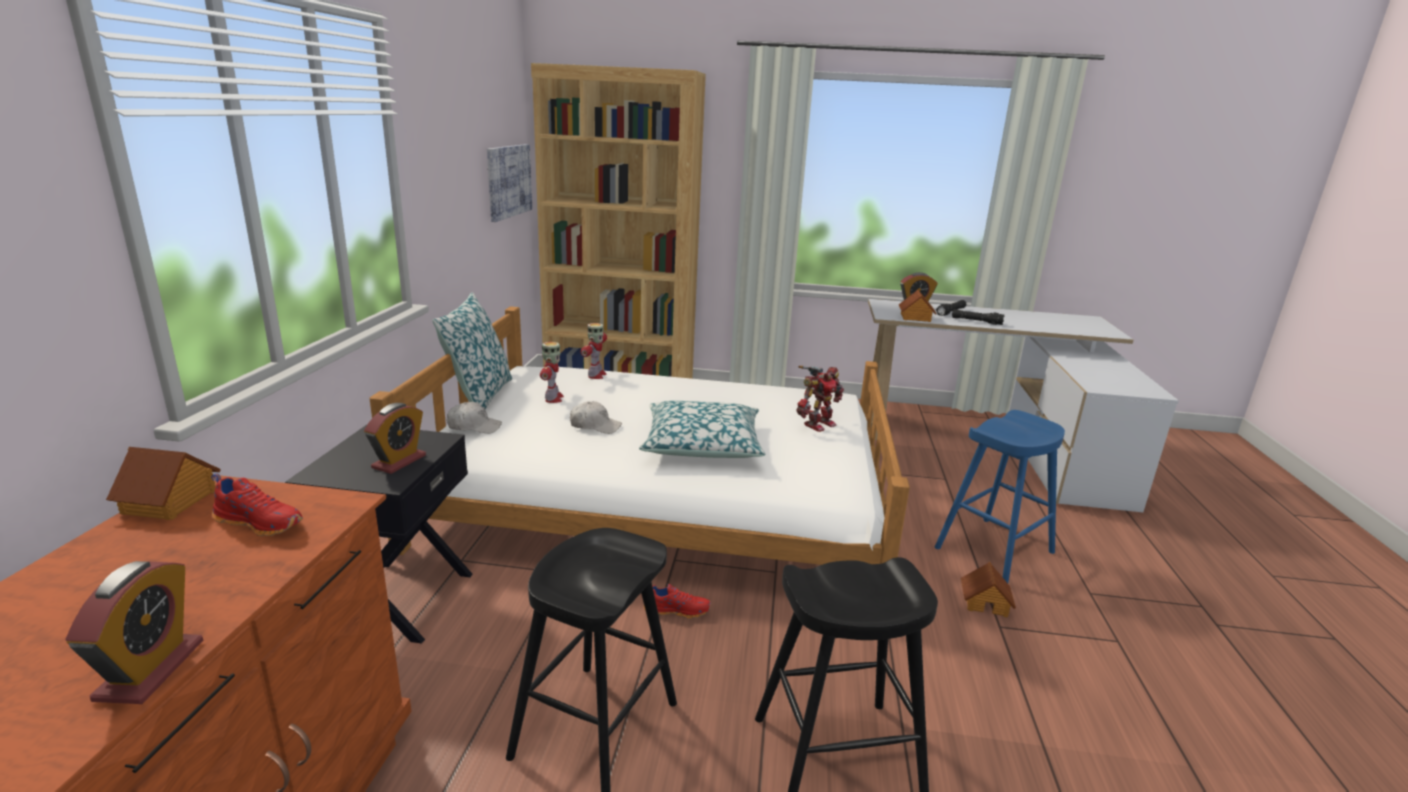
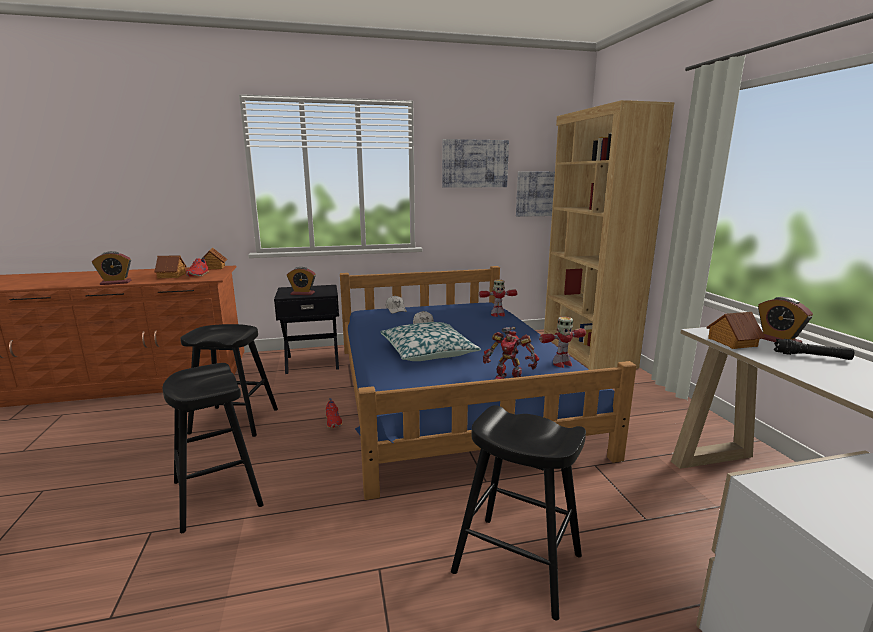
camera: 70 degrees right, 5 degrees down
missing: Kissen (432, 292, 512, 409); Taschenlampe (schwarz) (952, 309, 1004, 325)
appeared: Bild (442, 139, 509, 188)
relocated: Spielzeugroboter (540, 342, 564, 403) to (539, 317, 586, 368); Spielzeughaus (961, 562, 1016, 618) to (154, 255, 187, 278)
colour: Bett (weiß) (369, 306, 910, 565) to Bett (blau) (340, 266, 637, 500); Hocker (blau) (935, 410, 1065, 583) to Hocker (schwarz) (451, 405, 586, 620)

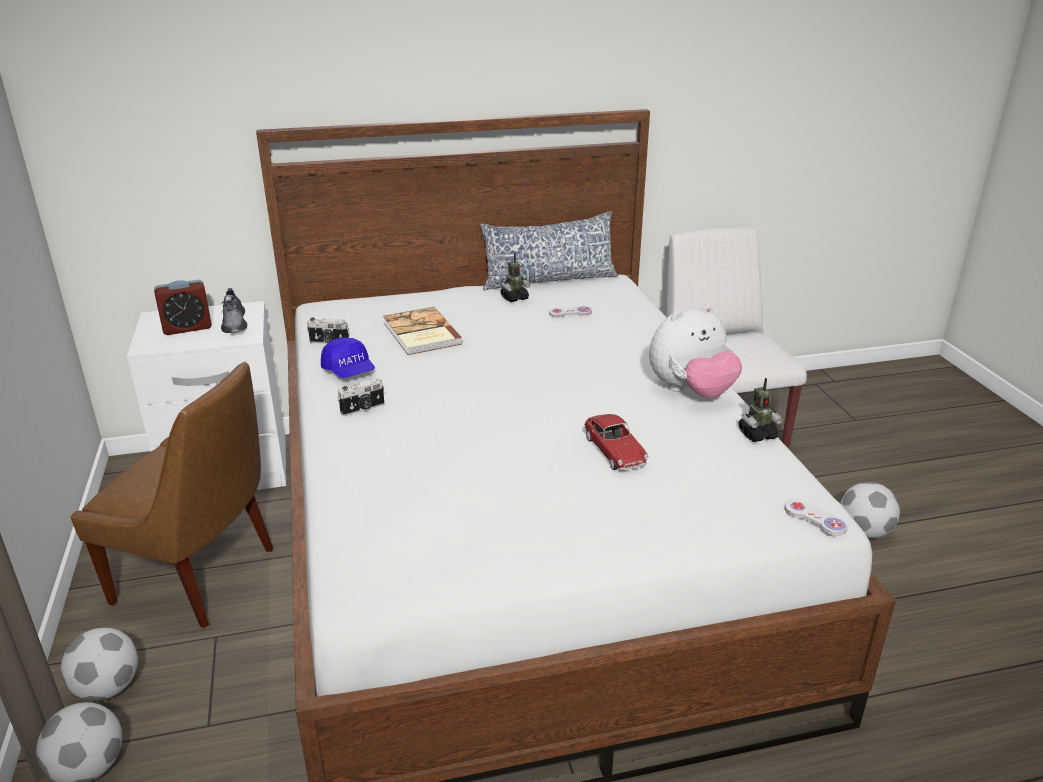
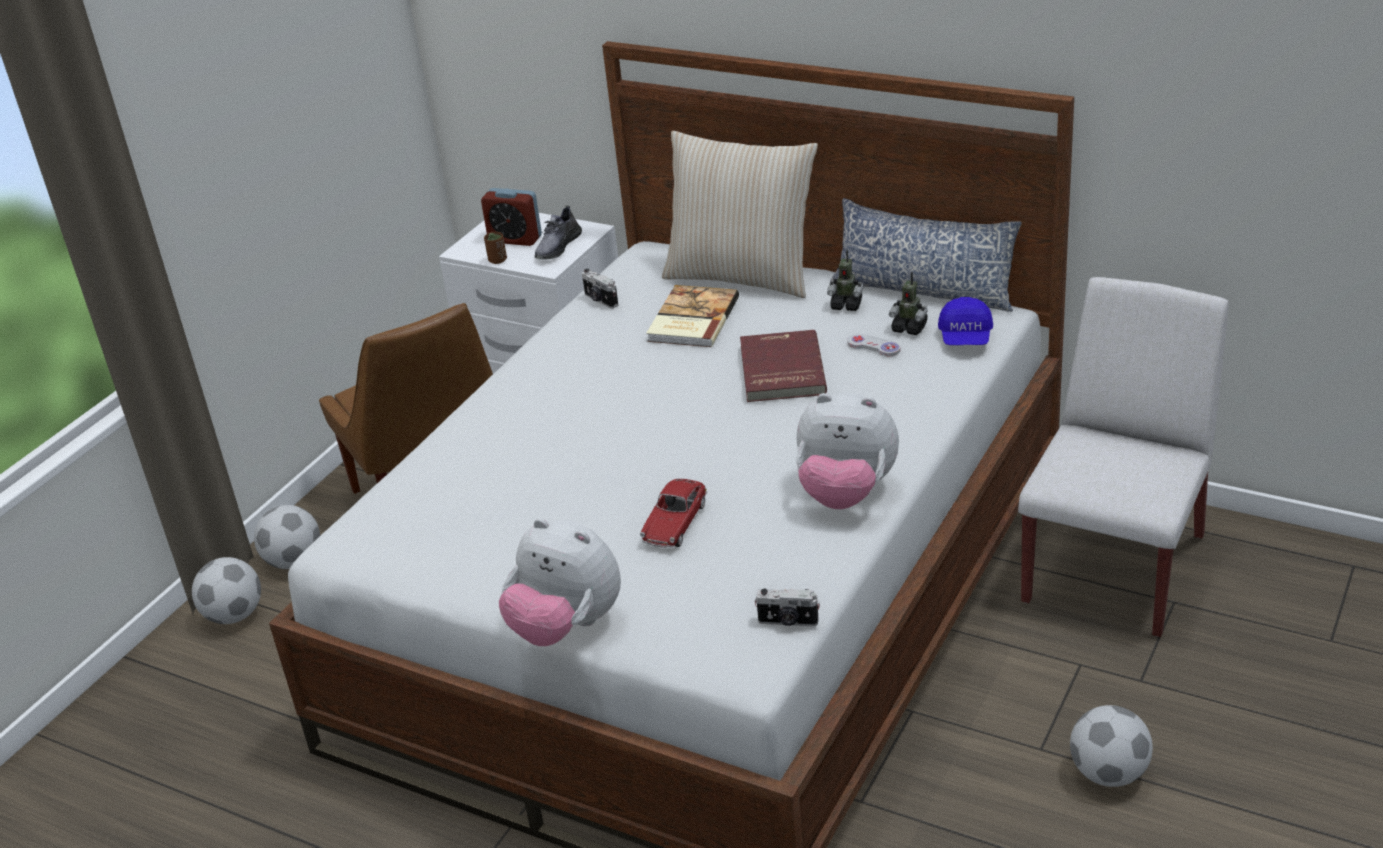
camera: 45 degrees right, 5 degrees up
missing: Gamepad (weiß) (785, 500, 847, 536)
appeared: Tasse (braun) (484, 232, 507, 264); Plüschtier (499, 518, 621, 646); Kissen (beige) (662, 131, 818, 298); Buch (rot) (740, 330, 827, 402)
relocated: Kappe (blau) (321, 337, 375, 378) to (938, 297, 993, 345); Kamera (337, 378, 384, 416) to (755, 589, 820, 627); Spielzeugroboter (739, 378, 783, 442) to (889, 272, 928, 335)

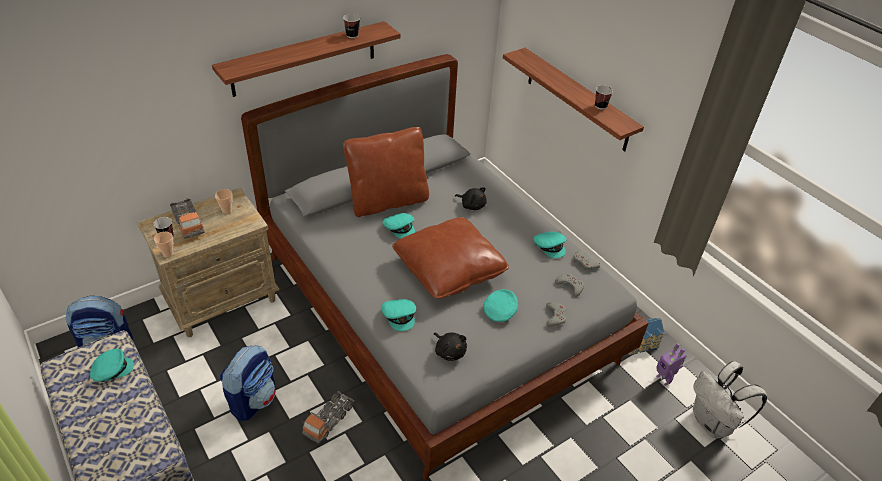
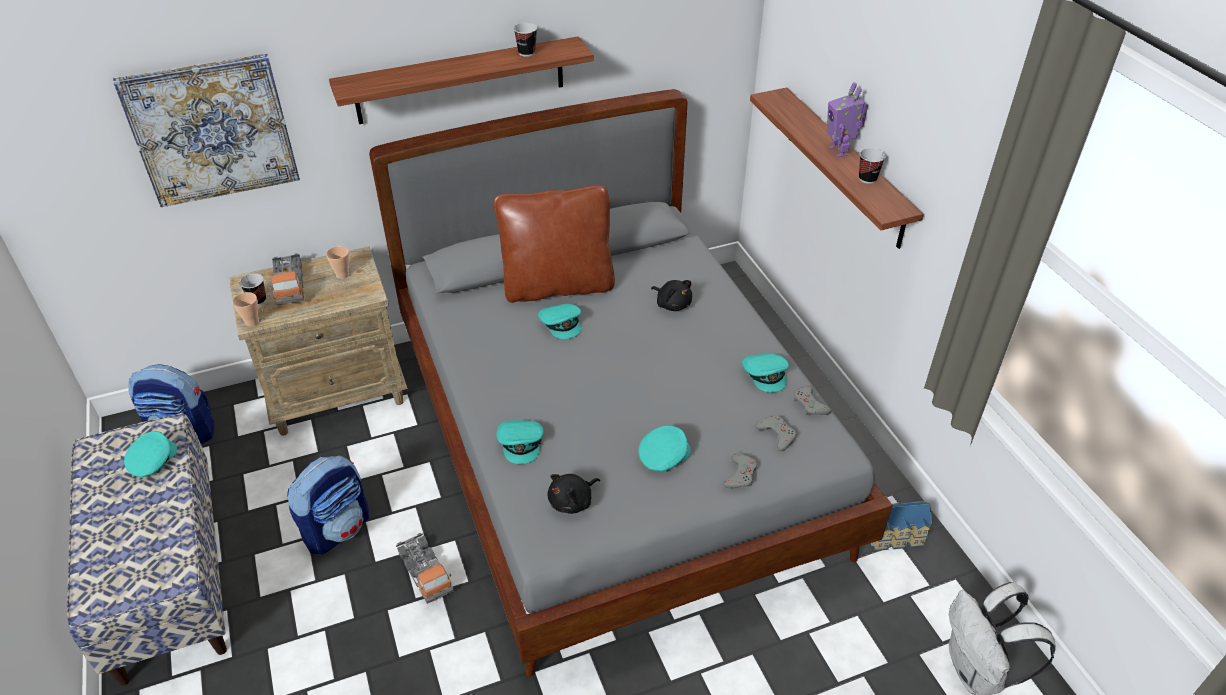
camera: 15 degrees right, 0 degrees up
missing: Kissen (braun) (392, 217, 509, 299)
appeared: Bild (113, 54, 300, 207)
relocated: Spielzeugroboter (656, 343, 687, 386) to (827, 82, 868, 158)
spun: Kappe (türkis) (90, 349, 134, 382) = (124, 431, 177, 477) 60 degrees counterclockwise; Spielzeuglaster (302, 391, 354, 444) = (396, 533, 454, 604) 75 degrees counterclockwise; Plüschtier (schwarz) (434, 332, 467, 361) = (547, 474, 600, 514) 75 degrees clockwise

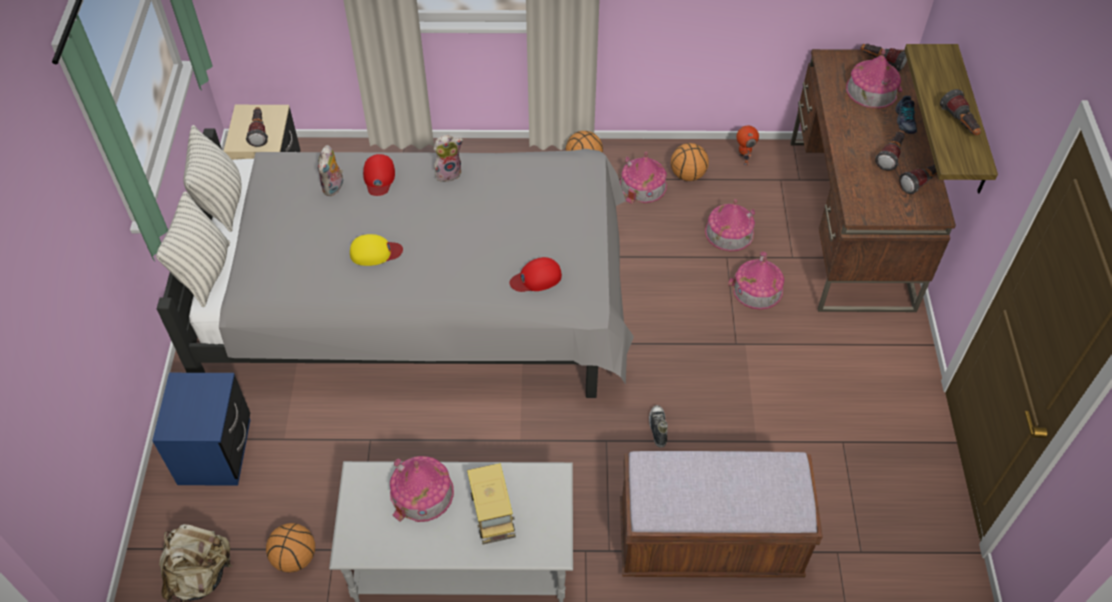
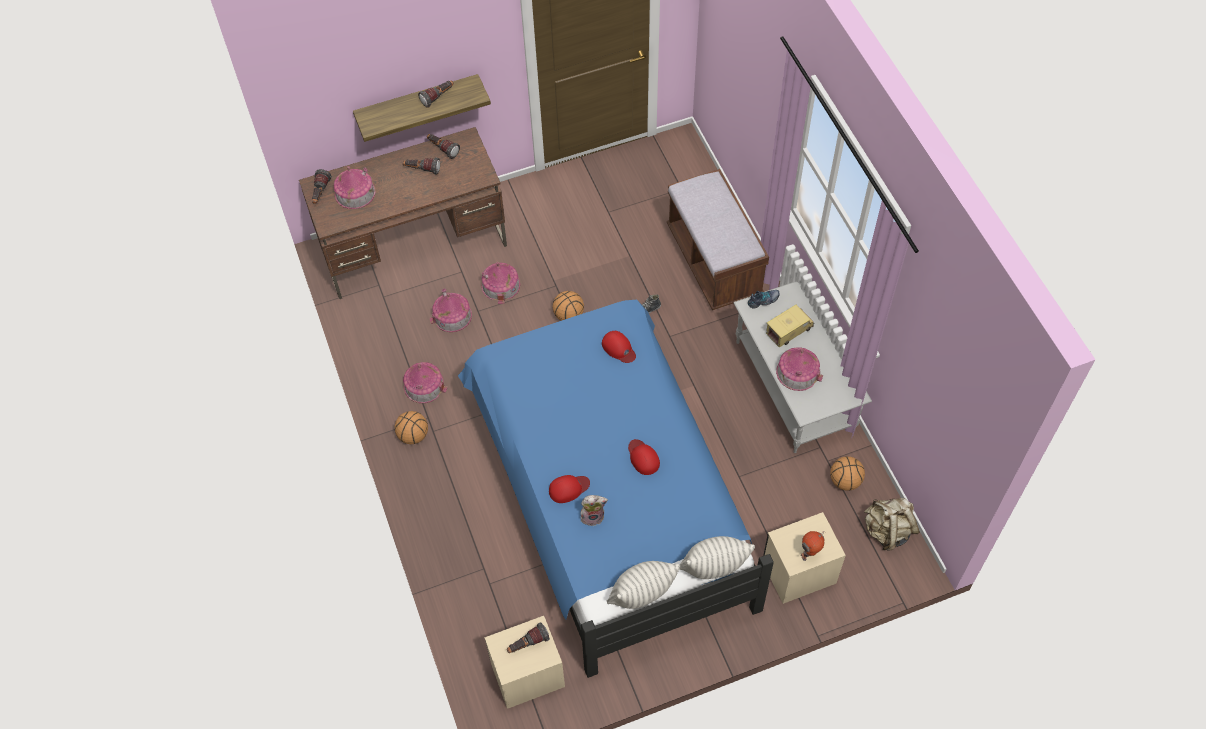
camera: 110 degrees left, 5 degrees up
missing: Plüschtier (433, 135, 463, 182)
relocated: Basketball (671, 143, 709, 181) to (553, 291, 584, 321); Spielzeugroboter (737, 126, 759, 165) to (801, 531, 826, 561); Schuh (895, 96, 917, 134) to (748, 290, 780, 308)
colour: Nachttisch (blau) (152, 373, 250, 486) to Nachttisch (beige) (763, 512, 846, 604); Bett (grau) (157, 128, 634, 398) to Bett (blau) (458, 300, 774, 678); Kappe (gelb) (350, 234, 403, 266) to Kappe (rot) (628, 439, 660, 475)

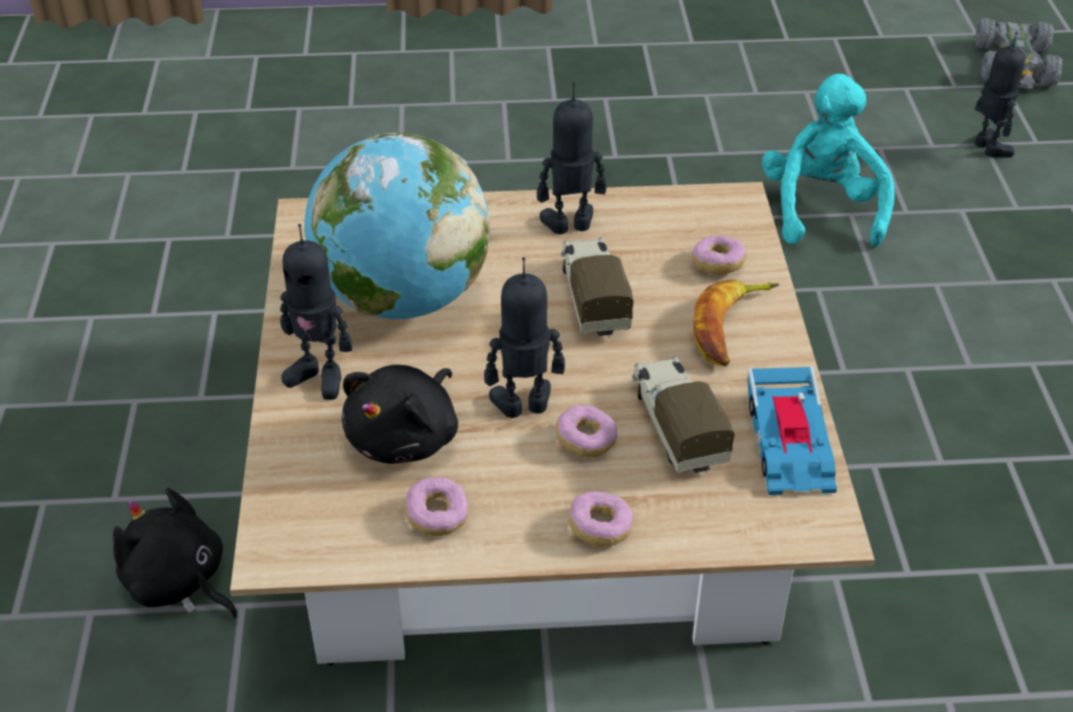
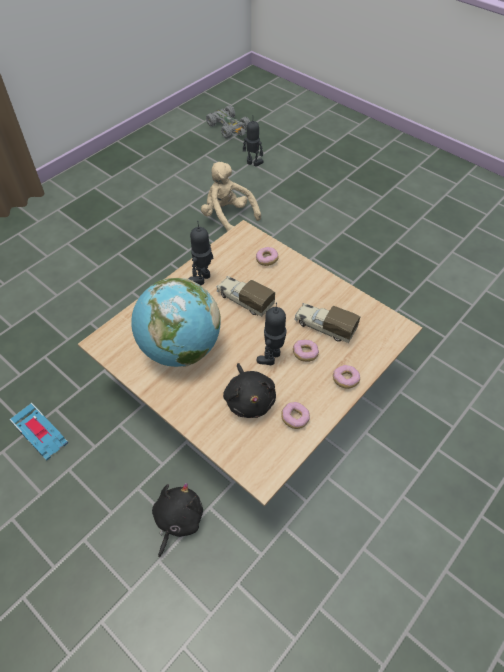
camera: 45 degrees left, 10 degrees up
missing: Spielzeugroboter (280, 224, 352, 400); Banane (693, 279, 779, 367)
relocated: Spielzeugauto (748, 366, 837, 495) to (9, 403, 68, 461)
colour: Plüschtier (türkis) (762, 74, 894, 247) to Plüschtier (beige) (201, 162, 261, 232)
spun: Plüschtier (schwarz) (113, 488, 238, 619) = (152, 483, 203, 558) 120 degrees clockwise

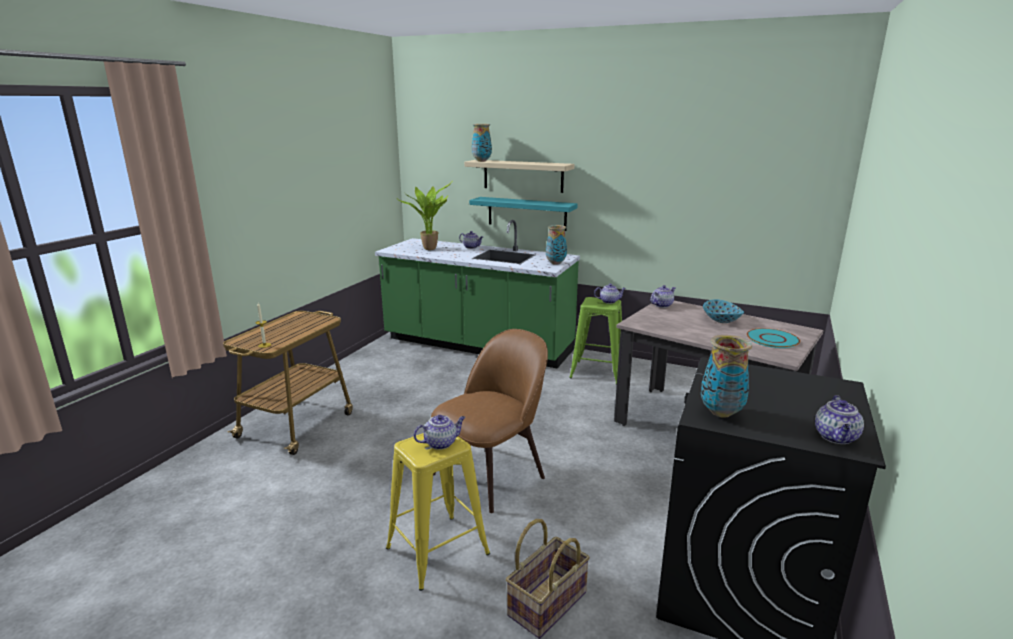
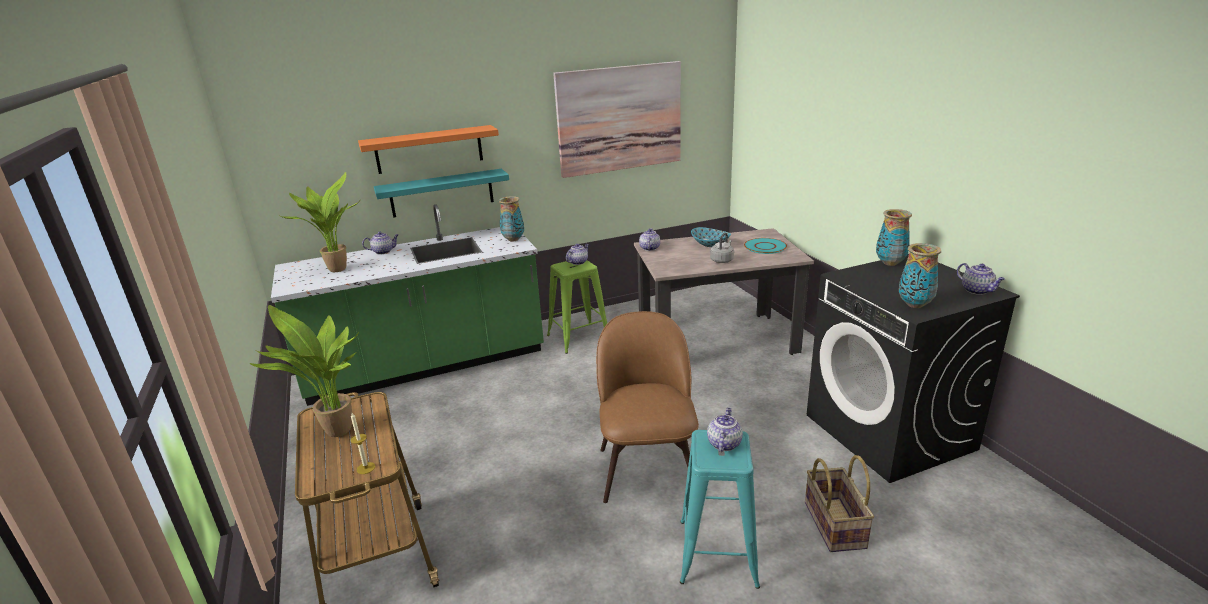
camera: 45 degrees left, 5 degrees up
appeared: Topfpflanze (250, 305, 359, 437); Bild (553, 61, 681, 178); Wasserkessel (grau) (710, 232, 734, 263)
relocated: Vase (472, 124, 492, 162) to (876, 209, 912, 266)
colour: Hocker (gelb) (386, 433, 490, 591) to Hocker (türkis) (680, 430, 760, 589); Wandregal (beige) (464, 160, 574, 193) to Wandregal (orange) (358, 125, 499, 174)

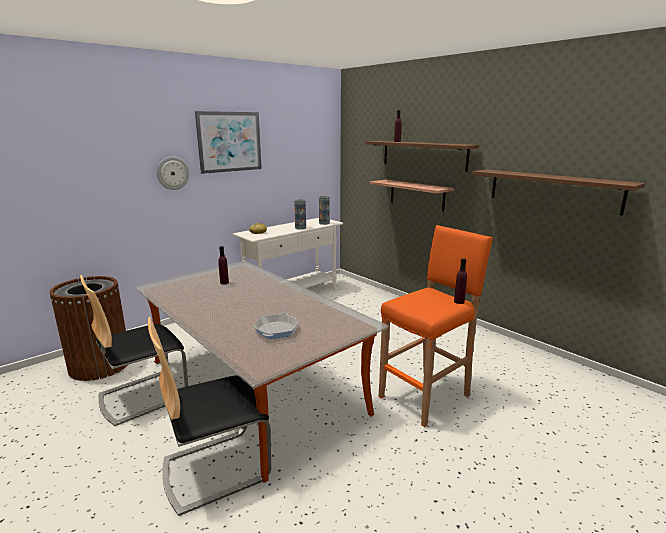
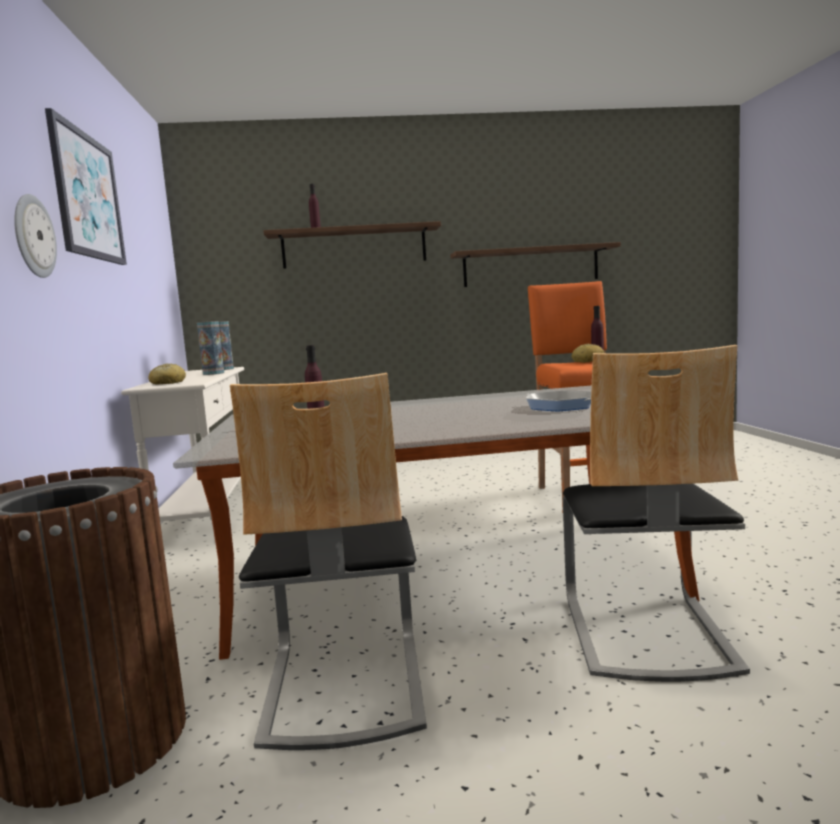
camera: 55 degrees left, 10 degrees down
missing: Wandregal (370, 179, 454, 212)
appeared: Brot (571, 344, 604, 363)

